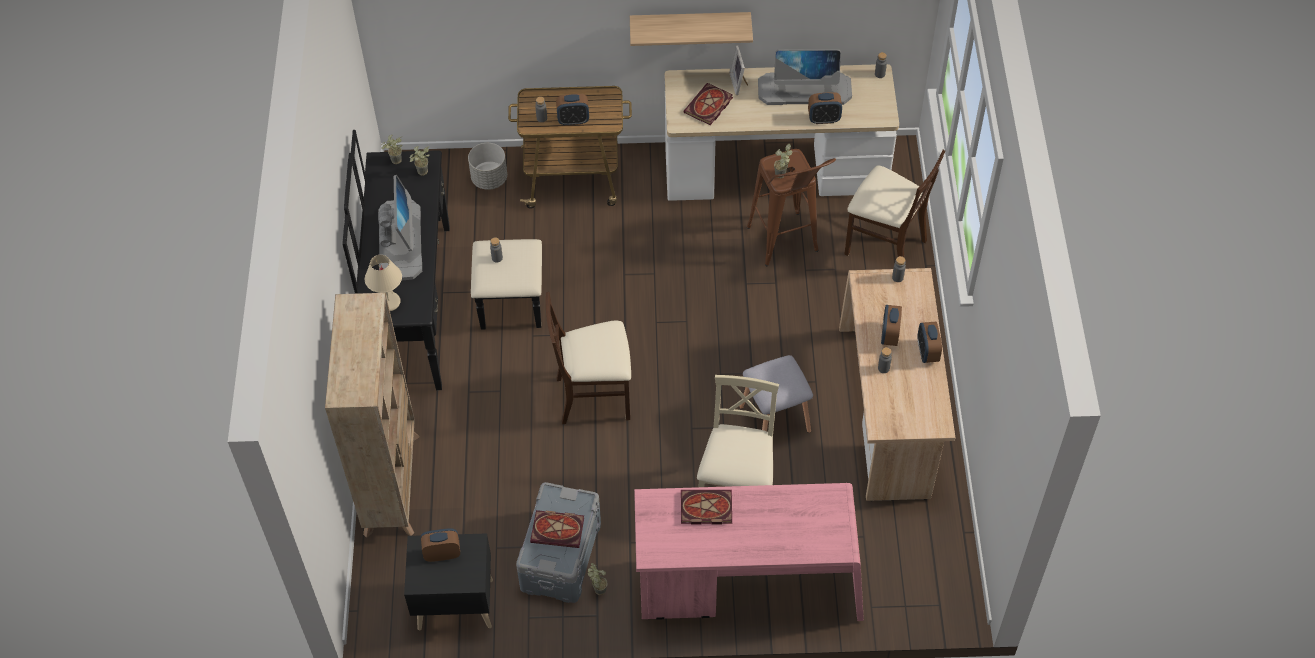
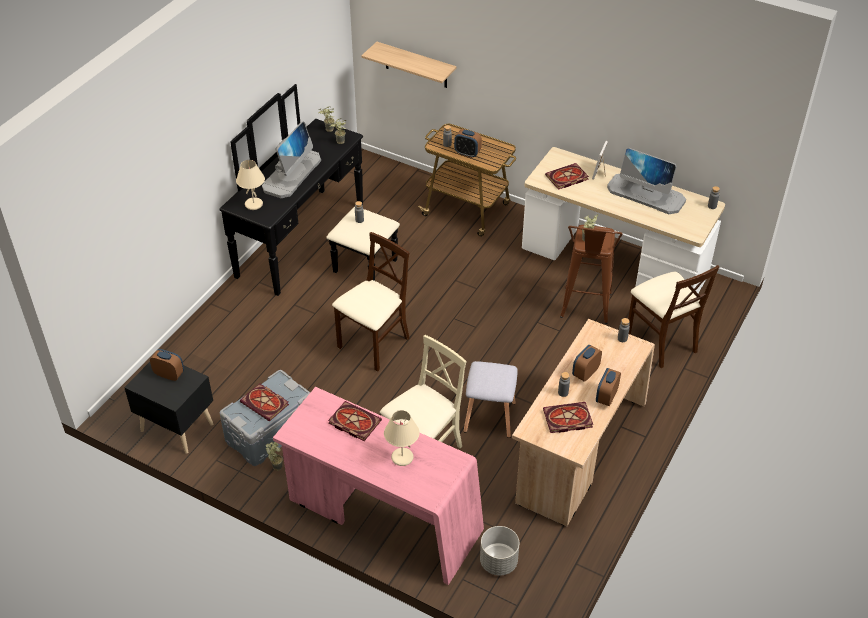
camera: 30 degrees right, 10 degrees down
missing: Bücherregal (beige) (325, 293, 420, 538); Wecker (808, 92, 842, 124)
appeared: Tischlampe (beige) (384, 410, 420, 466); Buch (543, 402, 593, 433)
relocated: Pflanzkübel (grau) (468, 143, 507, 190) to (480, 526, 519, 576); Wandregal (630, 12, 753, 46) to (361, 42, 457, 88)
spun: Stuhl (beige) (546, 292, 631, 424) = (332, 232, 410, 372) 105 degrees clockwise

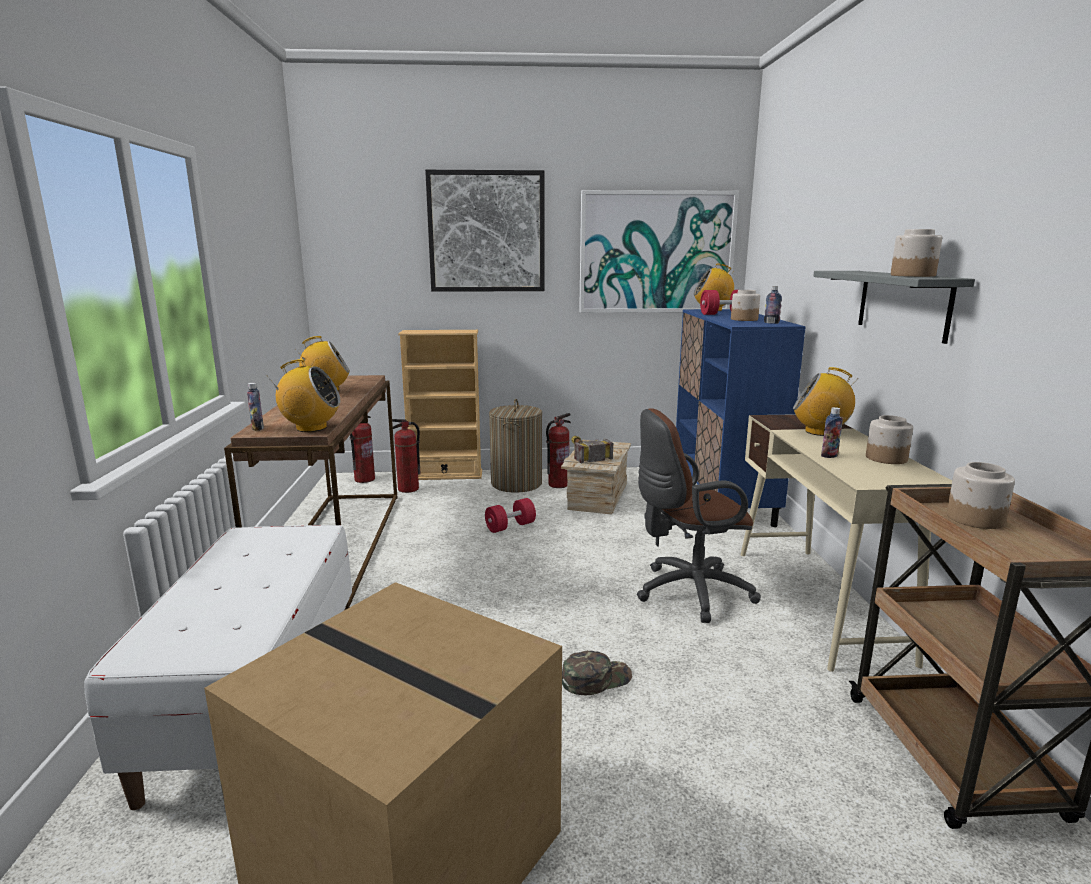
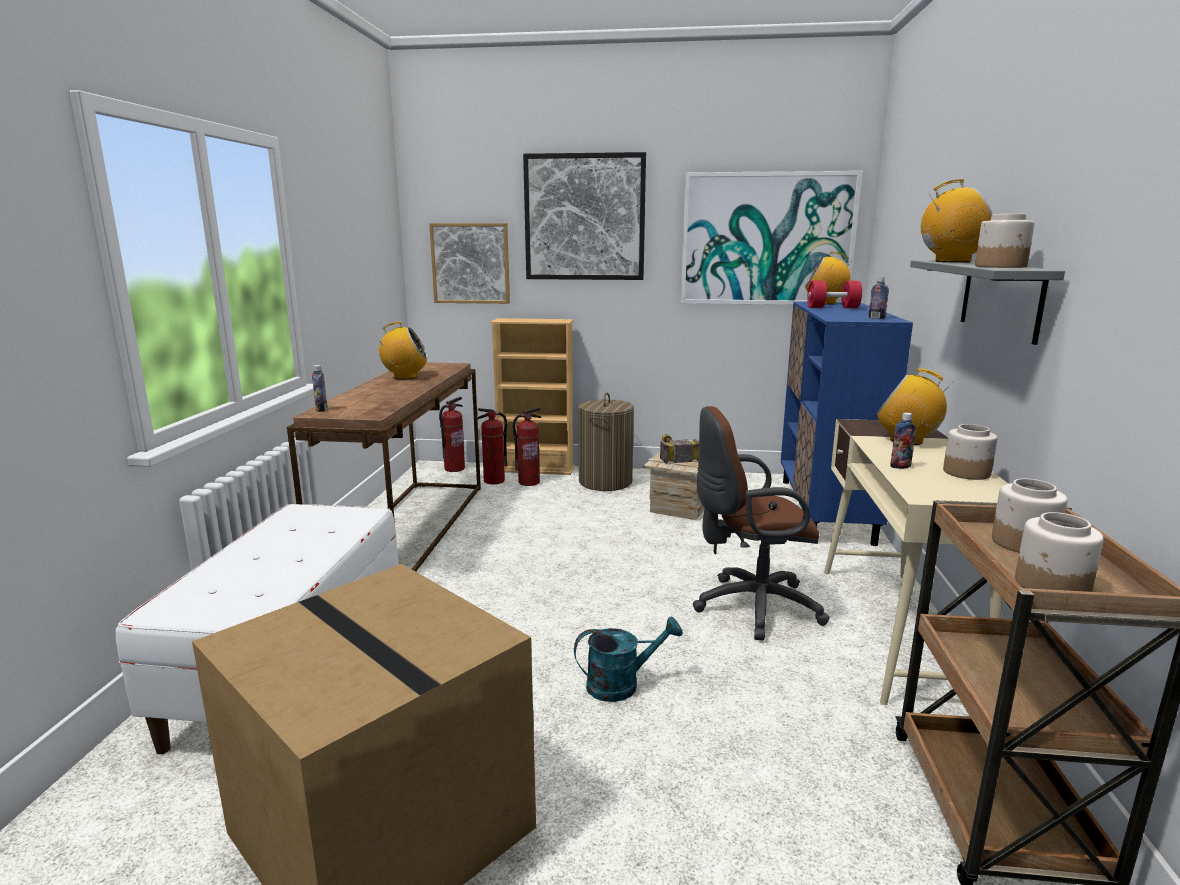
camera: 10 degrees right, 0 degrees up
missing: Hantel (rot) (485, 498, 536, 533)
appeared: Bild (429, 223, 510, 304)
relocated: Radio (268, 359, 340, 432) to (921, 179, 993, 263); Feuerlöscher (546, 413, 571, 488) to (513, 407, 541, 486); Vorratsglas (731, 290, 760, 321) to (1015, 512, 1104, 592)
exchanged: Kappe (grün) (562, 651, 632, 695) to Gießkanne (türkis) (574, 616, 683, 702)

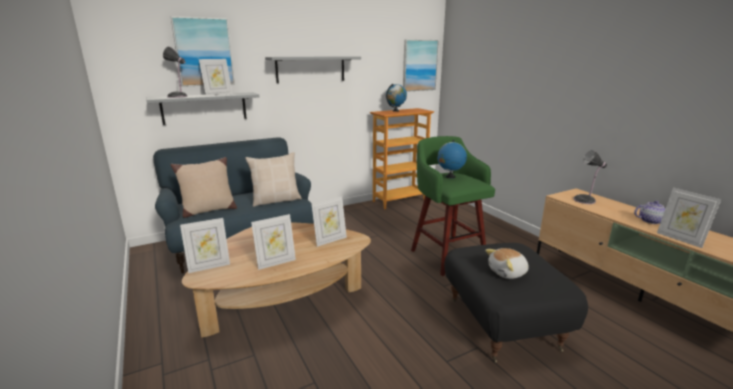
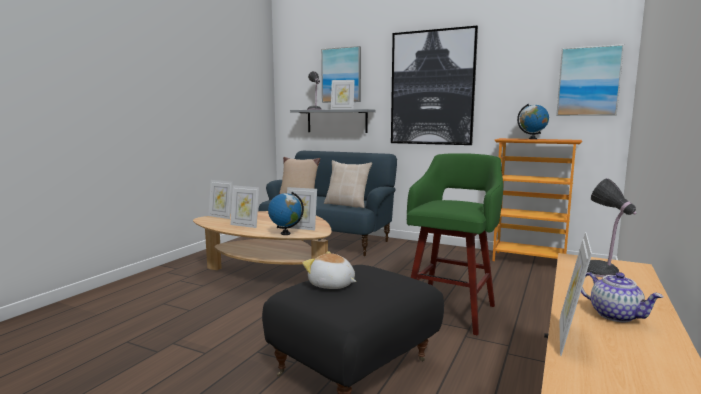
camera: 55 degrees right, 10 degrees down
relocated: Globus (437, 140, 467, 178) to (268, 192, 304, 235)
exchanged: Wandregal (grau) (265, 56, 361, 83) to Bild (391, 26, 478, 145)

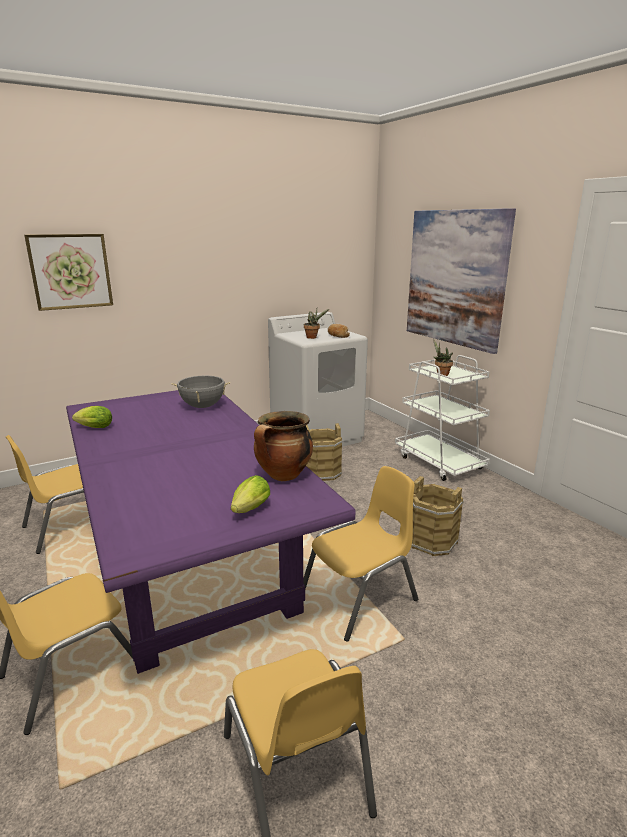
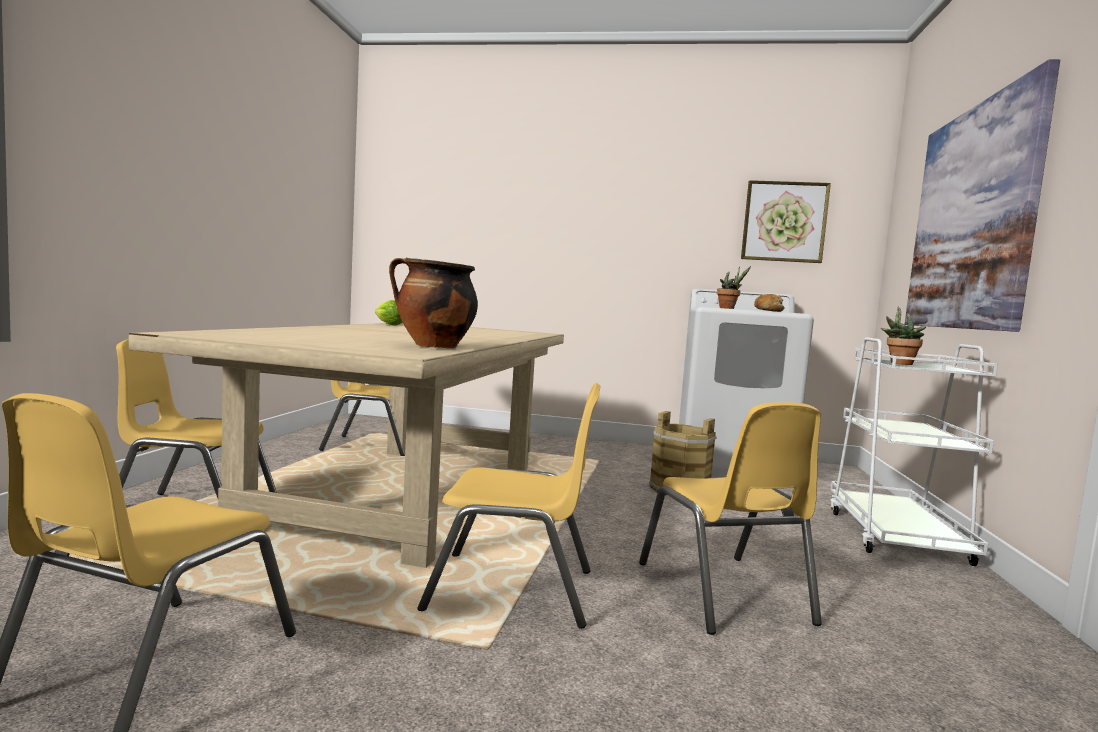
camera: 40 degrees right, 15 degrees down
missing: Kochtopf (grau) (172, 375, 230, 408); Salatkopf (231, 475, 270, 513)
relocated: Bild (24, 234, 113, 311) to (741, 180, 831, 263)
exchanged: Eimer (braun) (411, 476, 463, 556) to Stuhl (gelb) (639, 402, 822, 635)
colour: Esstisch (lila) (66, 390, 356, 674) to Esstisch (beige) (129, 323, 564, 568)

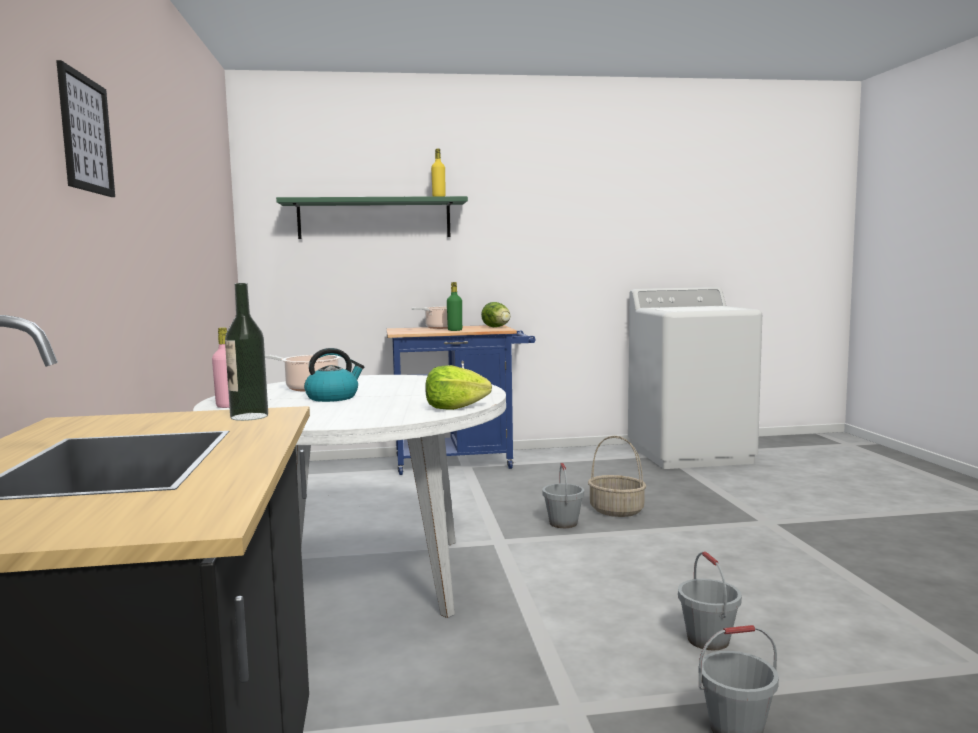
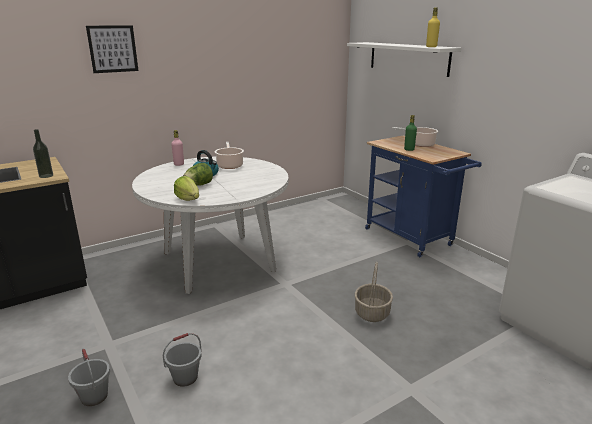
camera: 65 degrees right, 15 degrees up
missing: Eimer (grau) (543, 463, 584, 528)
relocated: Salatkopf (481, 302, 510, 327) to (183, 163, 213, 186)
colour: Wandregal (grün) (276, 196, 468, 239) to Wandregal (weiß) (347, 42, 462, 77)

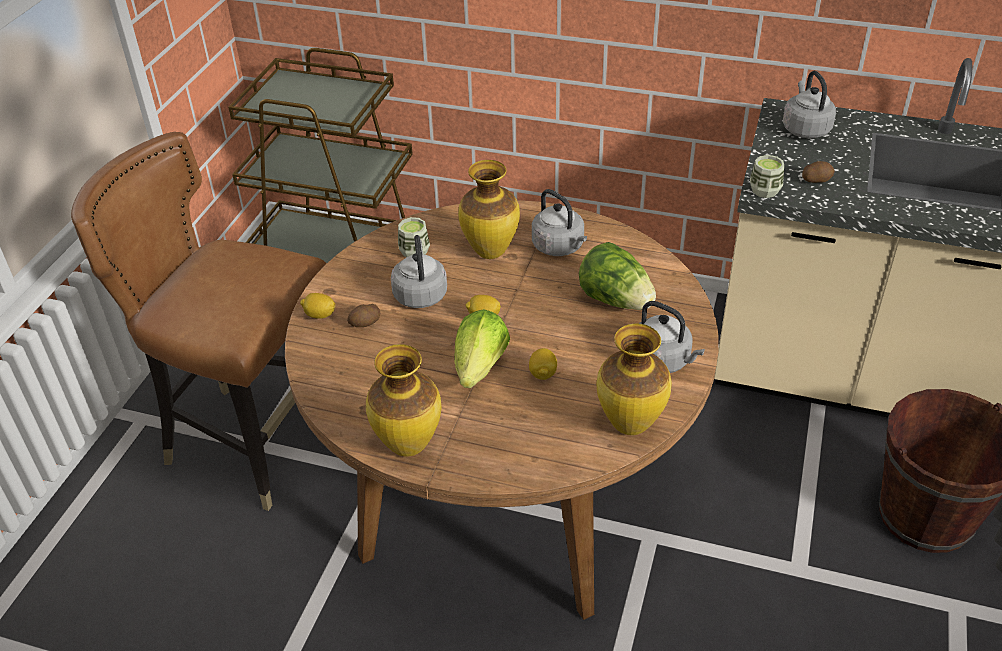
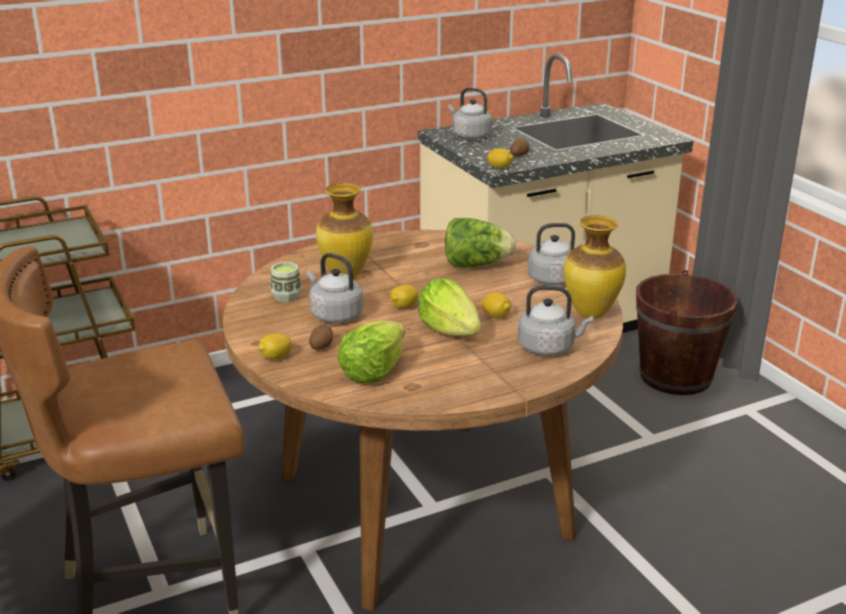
camera: 45 degrees left, 15 degrees down
missing: Vase (366, 344, 441, 457)
appeared: Salatkopf (337, 321, 405, 383)
relocated: Wasserkessel (grau) (532, 189, 587, 256) to (518, 285, 594, 356)
exchanged: Tasse (750, 155, 784, 198) to Zitrone (487, 148, 514, 168)

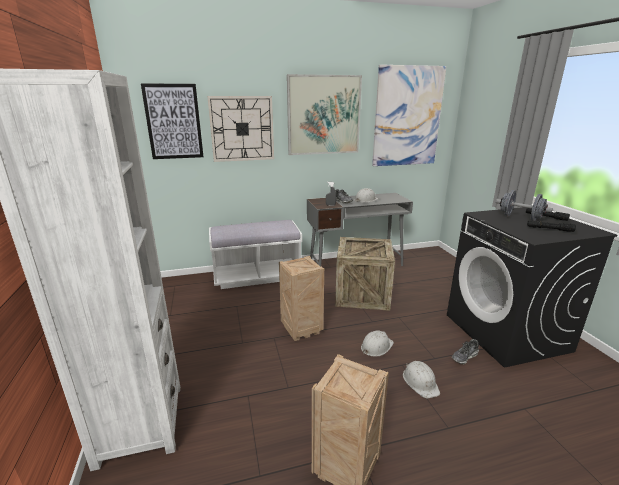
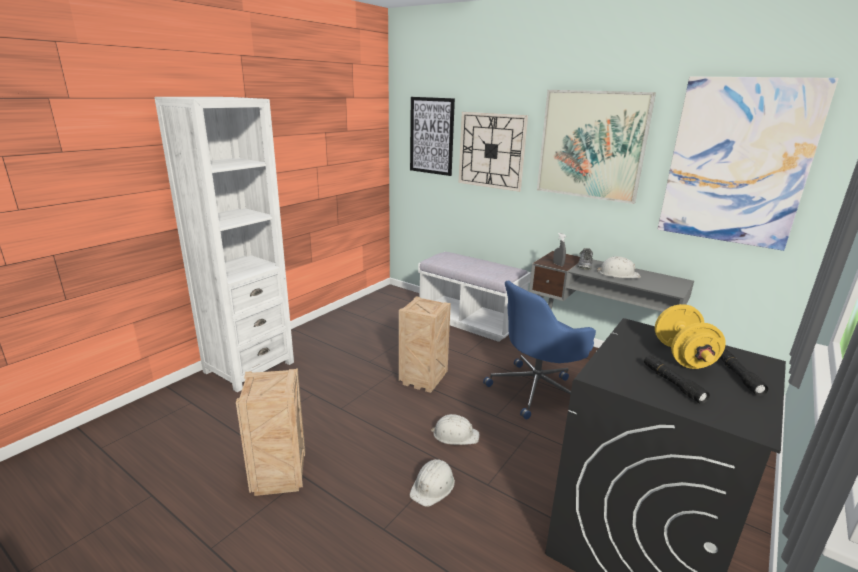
camera: 50 degrees right, 0 degrees up
missing: Schuh (452, 339, 479, 364)
exchanged: Kiste (335, 237, 395, 311) to Bürostuhl (blau) (483, 280, 596, 420)
colour: Hantel (grau) (496, 190, 553, 221) to Hantel (gelb) (655, 304, 726, 369)

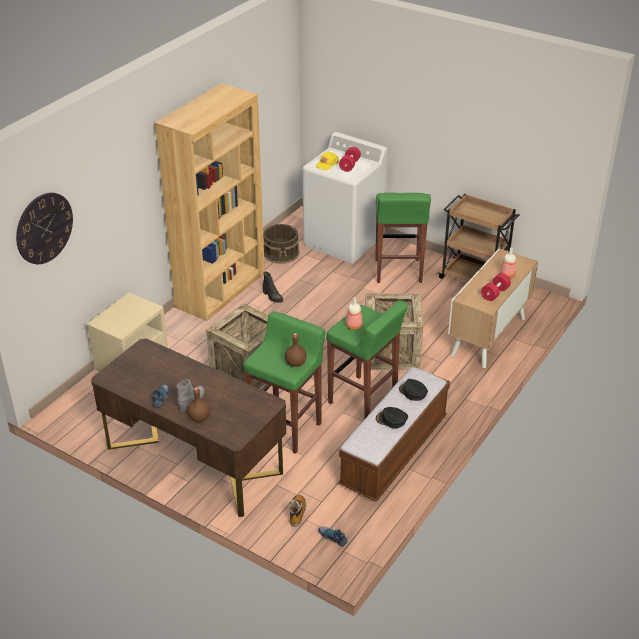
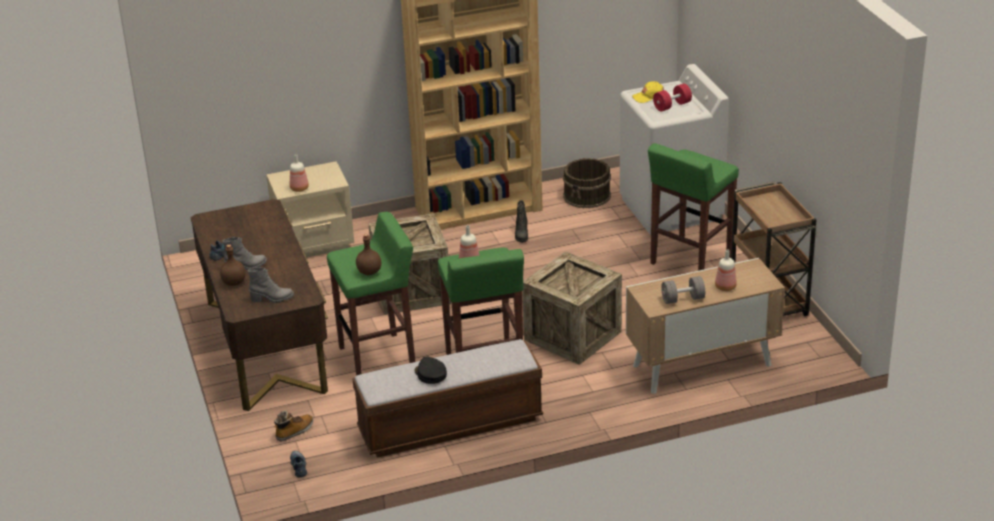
camera: 40 degrees right, 5 degrees down
missing: Wanduhr (16, 192, 73, 264); Kappe (schwarz) (399, 379, 428, 401)
appeared: Stiefel (grau) (248, 267, 294, 303); Flasche (290, 154, 309, 192)
colour: Hantel (rot) (481, 273, 511, 301) to Hantel (grau) (661, 276, 705, 304)

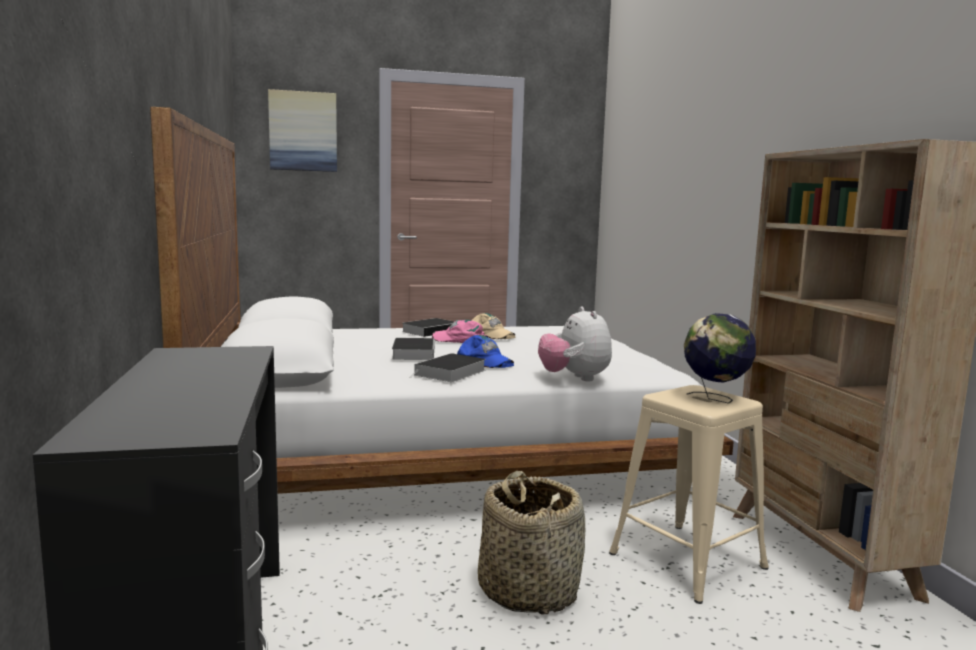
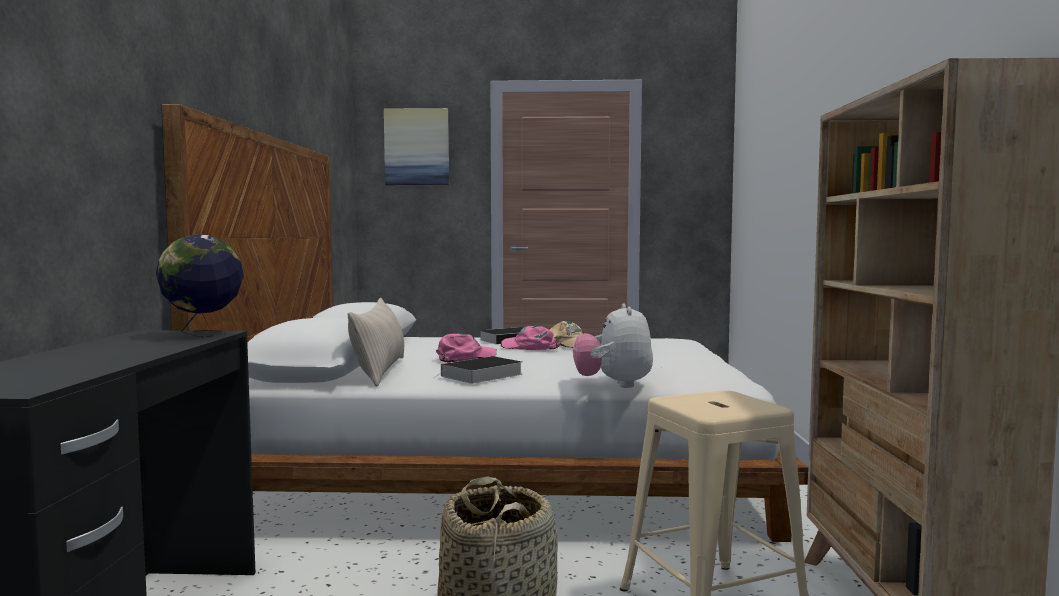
camera: 15 degrees right, 5 degrees down
missing: Kappe (blau) (457, 335, 514, 368)
appeared: Kissen (beige) (348, 298, 404, 387)
relocated: Globus (684, 313, 756, 404) to (156, 234, 244, 338)
exchanged: Buch (392, 338, 435, 360) to Kappe (rosa) (436, 333, 497, 363)

